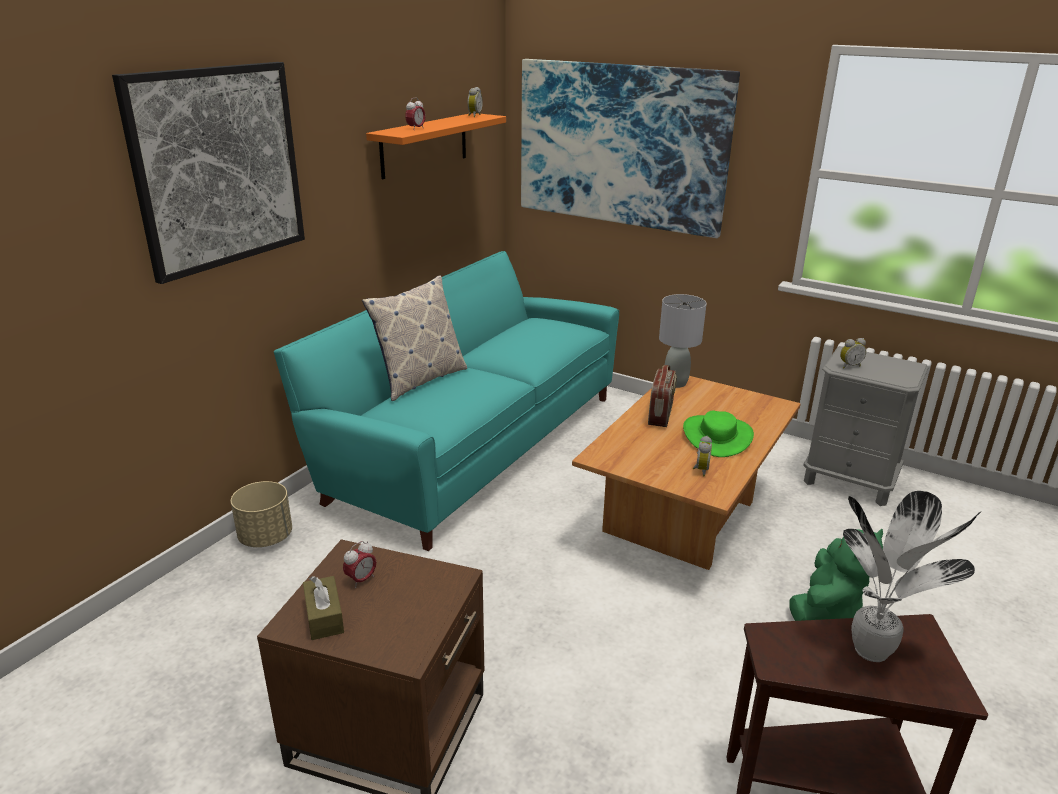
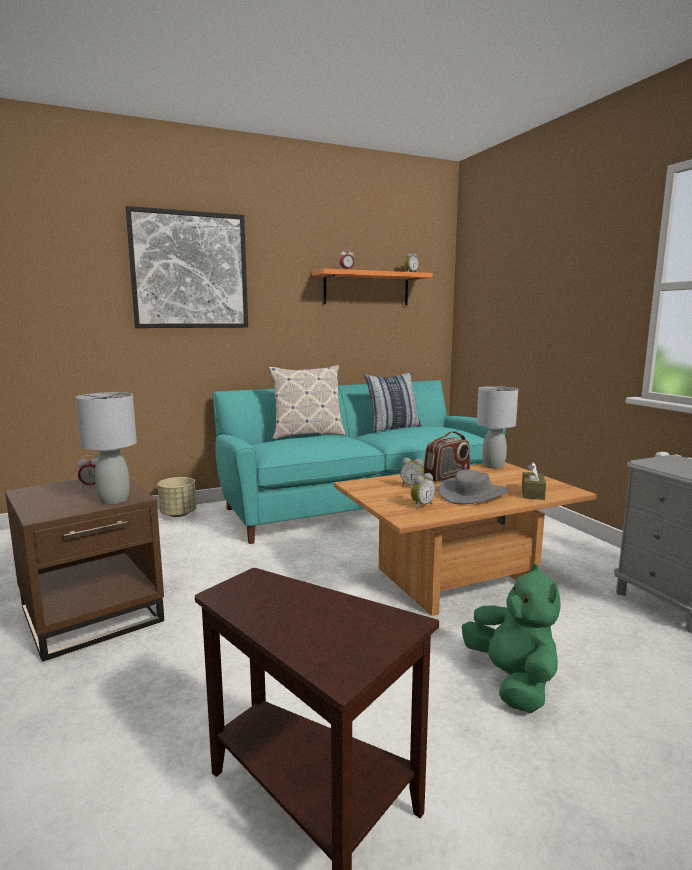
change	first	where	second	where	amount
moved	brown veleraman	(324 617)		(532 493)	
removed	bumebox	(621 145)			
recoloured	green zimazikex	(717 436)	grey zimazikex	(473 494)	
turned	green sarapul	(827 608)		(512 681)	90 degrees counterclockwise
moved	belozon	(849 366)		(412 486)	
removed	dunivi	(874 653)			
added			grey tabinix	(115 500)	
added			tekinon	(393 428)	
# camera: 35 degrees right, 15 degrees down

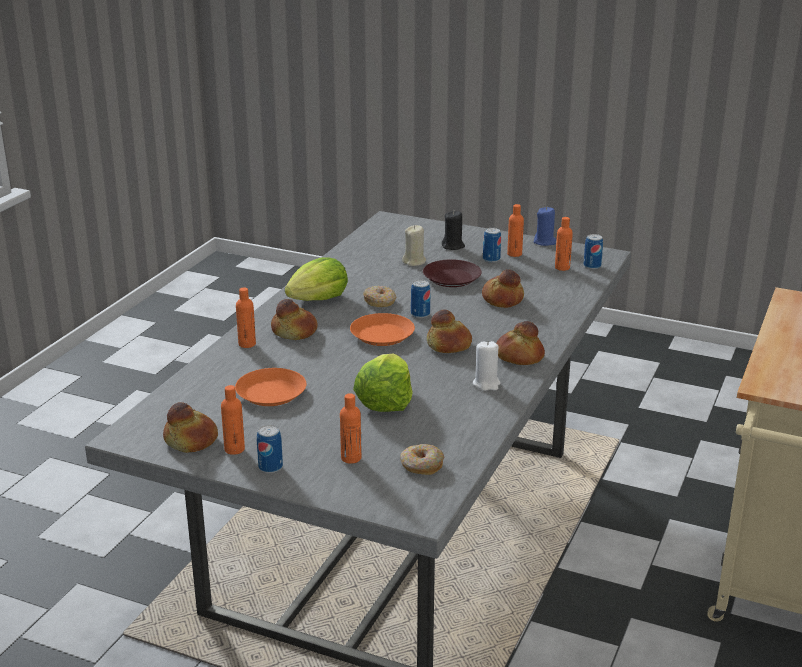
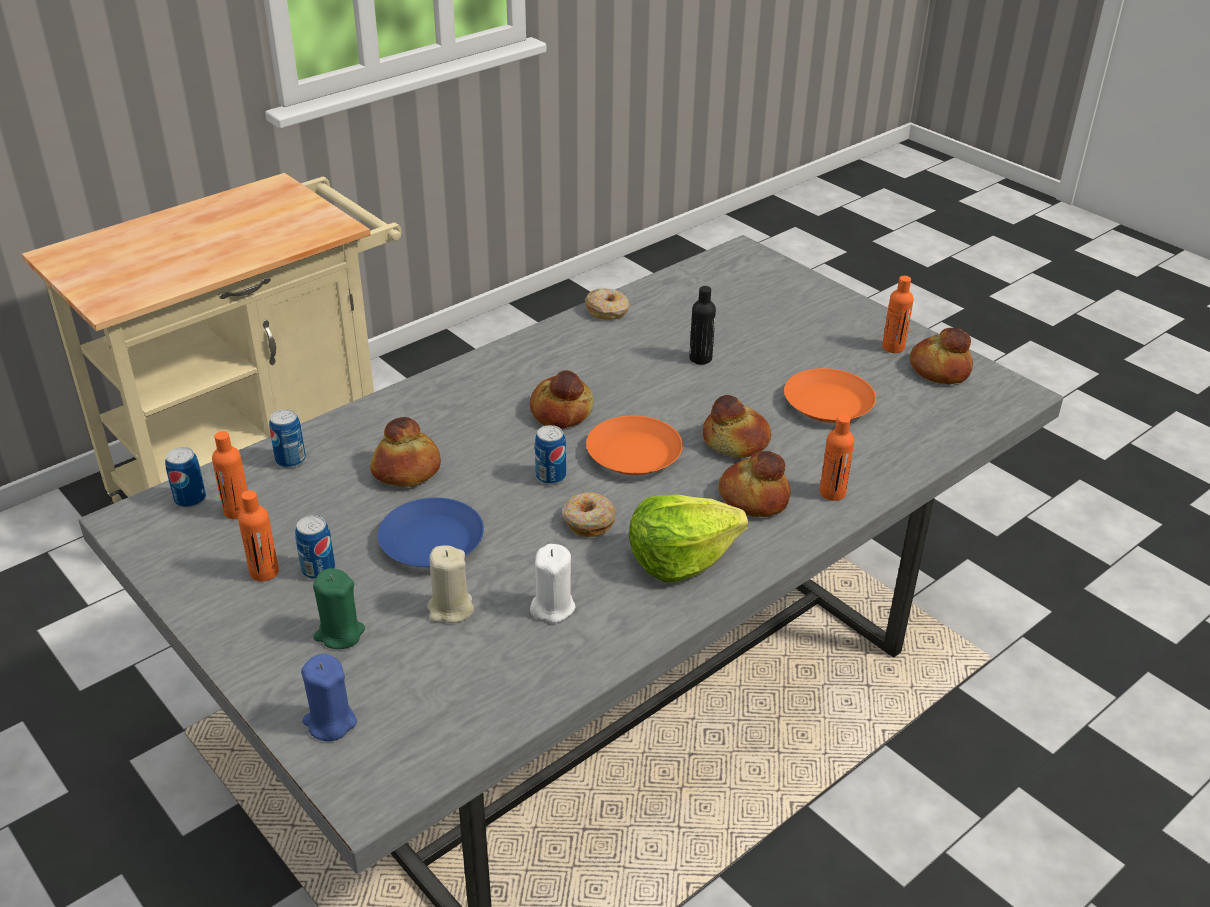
change	first	where	second	where	amount
moved	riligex	(270 467)		(290 460)	
removed	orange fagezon	(351 458)			
replaced	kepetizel	(384 401)	black fagezon	(700 358)	
moved	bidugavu	(421 466)		(607 311)	
recoloured	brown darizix	(451 278)	blue darizix	(433 541)	
recoloured	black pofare	(453 246)	green pofare	(339 633)	
moved	white pofare	(486 384)		(552 607)	
moved	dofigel	(519 356)		(735 442)	
moved	blue pofare	(544 242)		(330 722)	
# camera: 155 degrees left, 10 degrees up

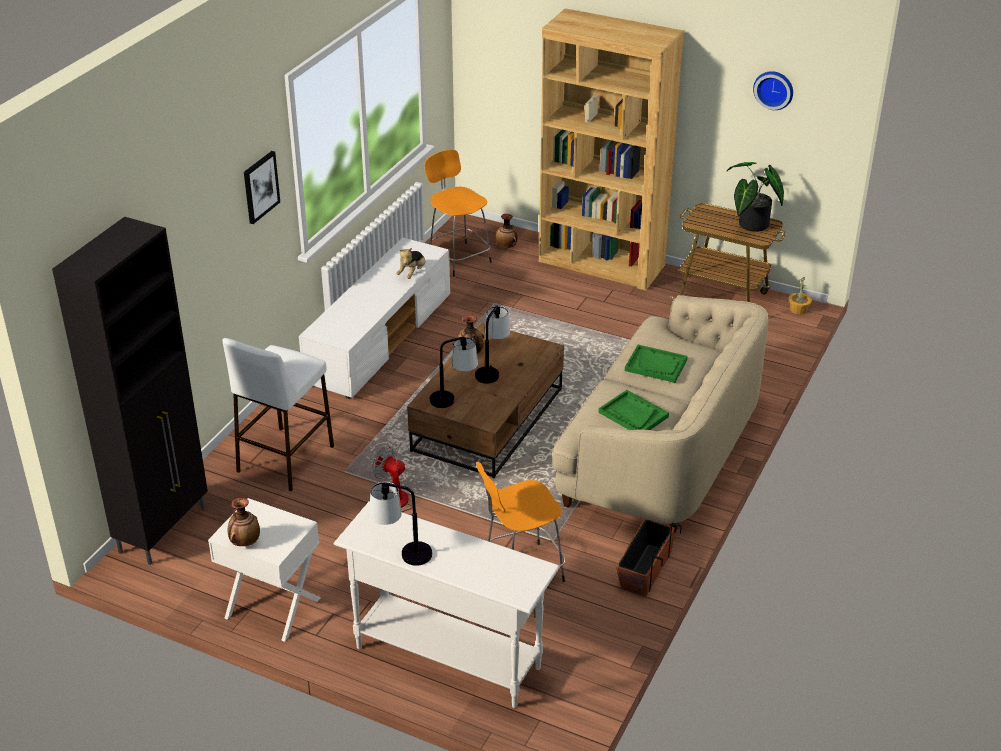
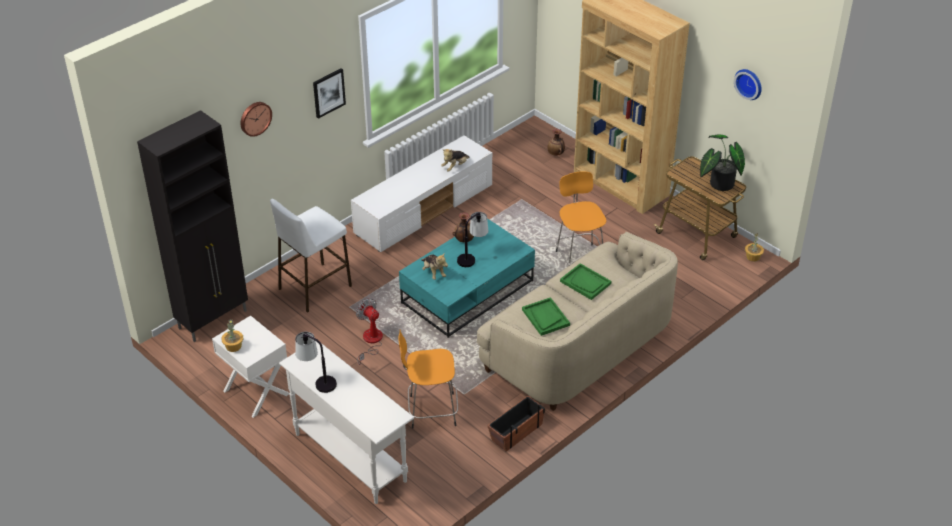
change	first	where	second	where	amount
replaced	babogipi	(245 542)	dunivi	(233 346)	
recoloured	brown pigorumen	(488 421)	turquoise pigorumen	(467 292)	
moved	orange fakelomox	(458 258)		(579 259)	
replaced	tabinix	(453 398)	sarapul	(433 272)	
added			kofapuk	(255 118)	
# camera: 20 degrees right, 5 degrees up

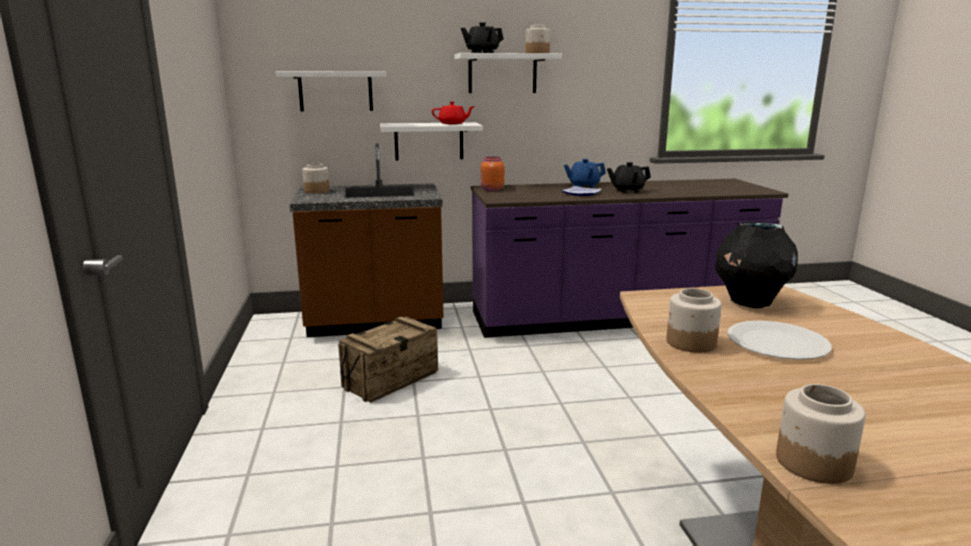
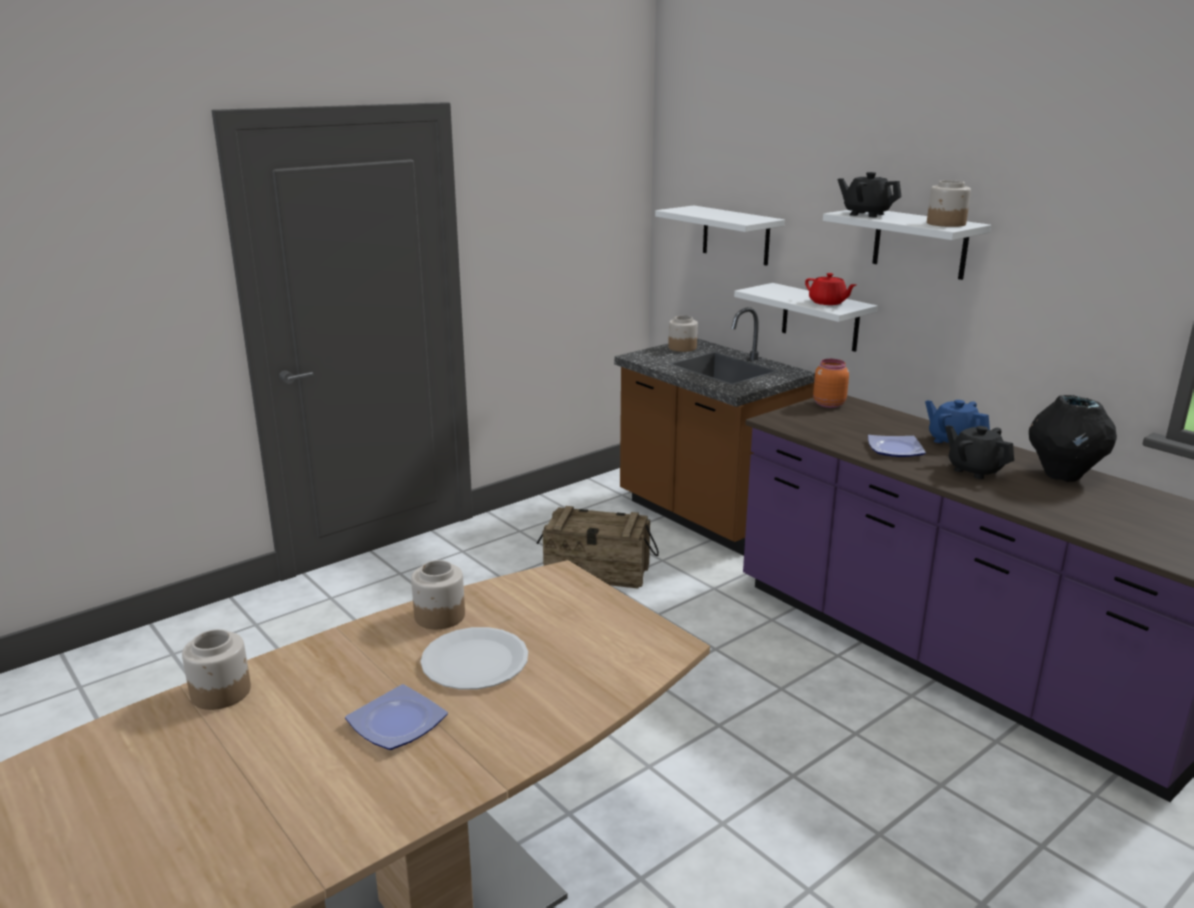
change	first	where	second	where	amount
moved	black babogipi	(749 302)		(1063 475)	
added			darizix	(399 723)	
# camera: 60 degrees right, 5 degrees up

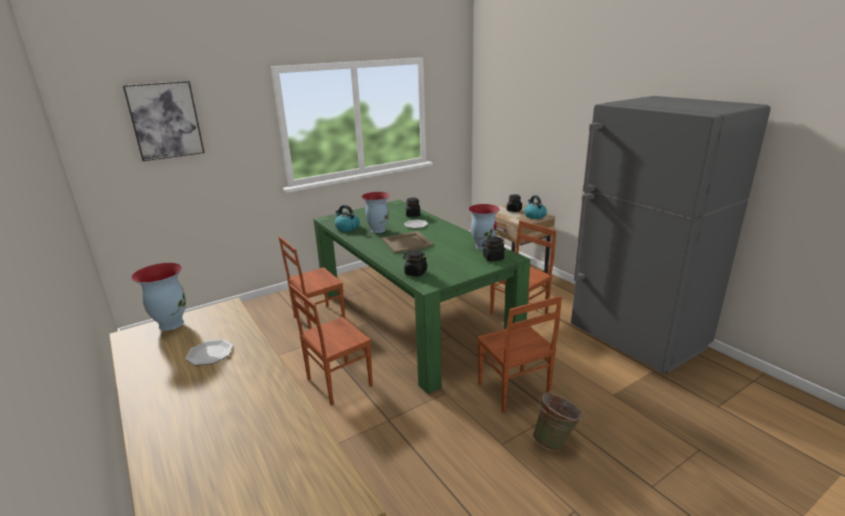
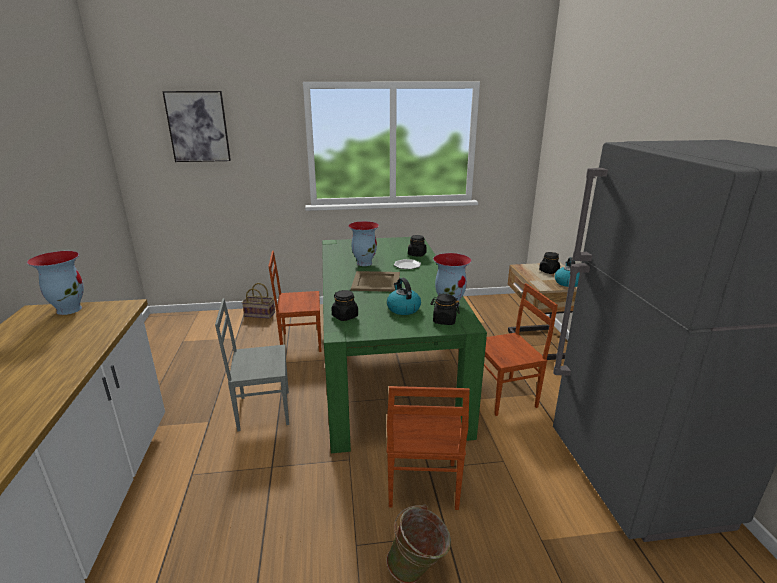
change	first	where	second	where	amount
removed	darizix	(210 353)			
recoloured	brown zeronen	(338 382)	grey zeronen	(263 410)	
moved	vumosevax	(347 227)		(403 308)	
added			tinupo	(260 314)	
# camera: 25 degrees right, 0 degrees up

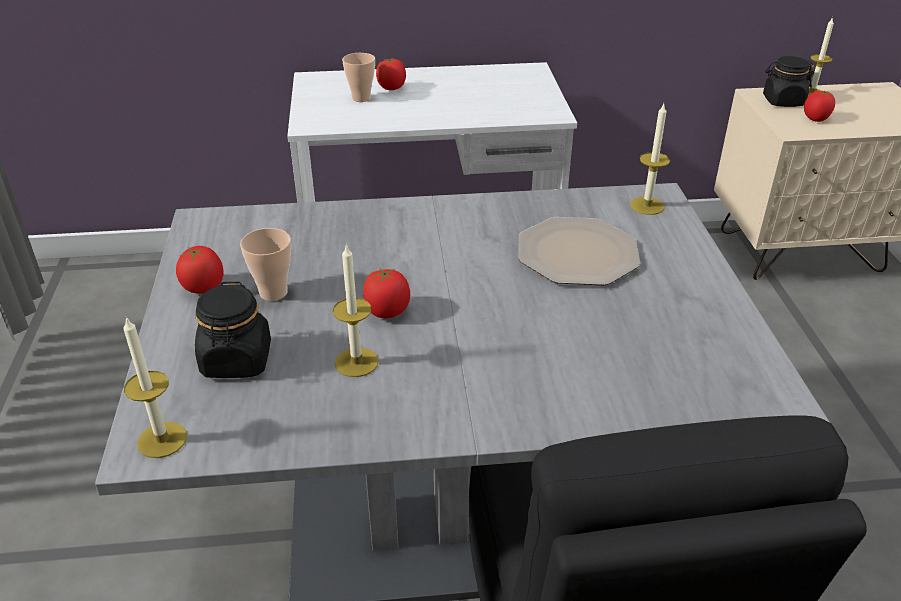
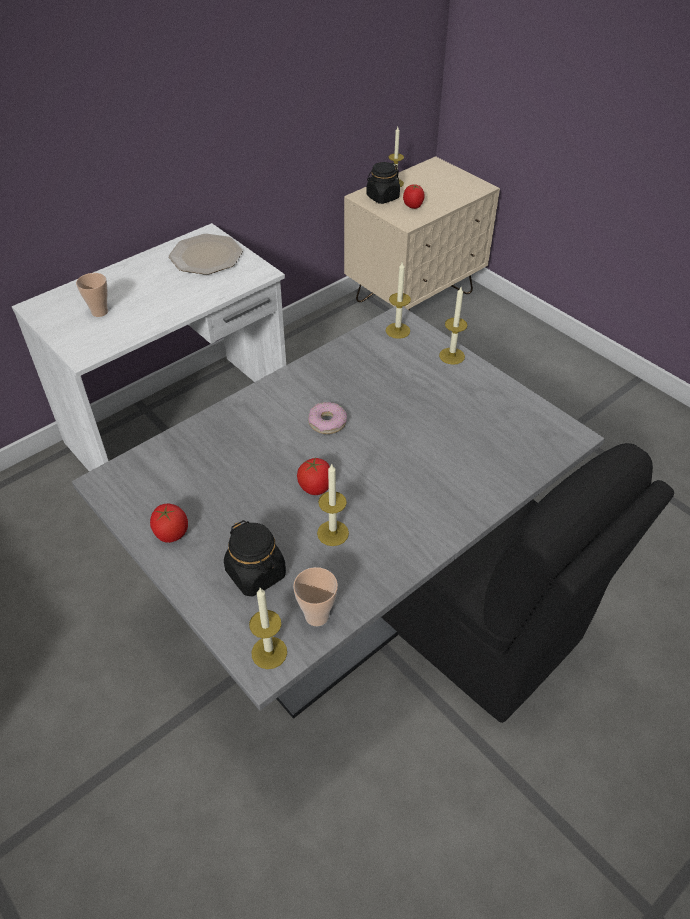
change	first	where	second	where	amount
moved	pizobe	(273 292)		(317 616)	
removed	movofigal	(392 88)			
moved	darizix	(576 253)		(205 256)	
added			bidugavu	(327 422)	
added			pofare	(452 356)	
# camera: 35 degrees left, 10 degrees up

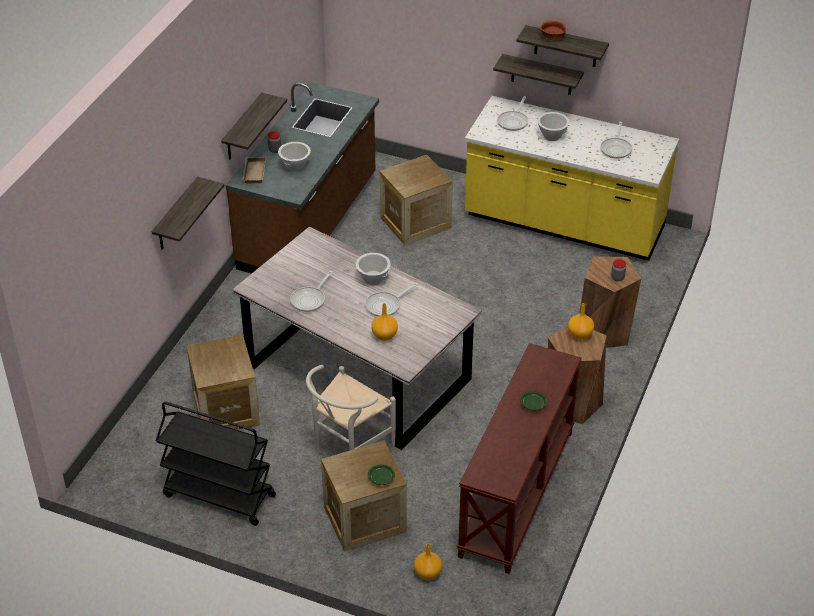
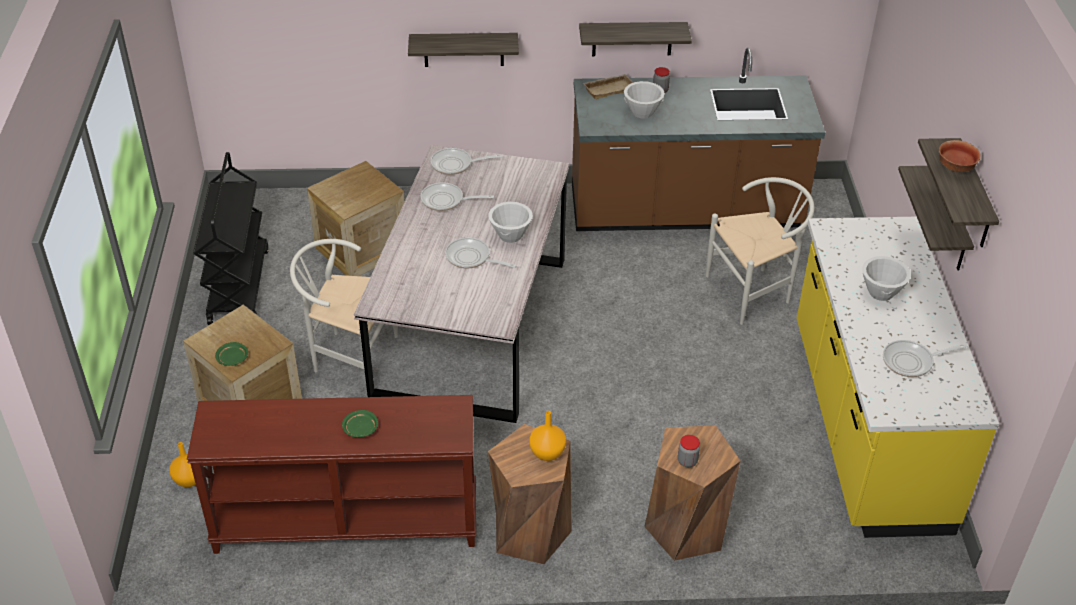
change	first	where	second	where	amount
removed	orange babogipi	(385 336)			
replaced	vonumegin	(415 222)	white zeronen	(755 291)	
moved	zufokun	(513 121)		(455 165)	
# camera: 65 degrees right, 0 degrees up

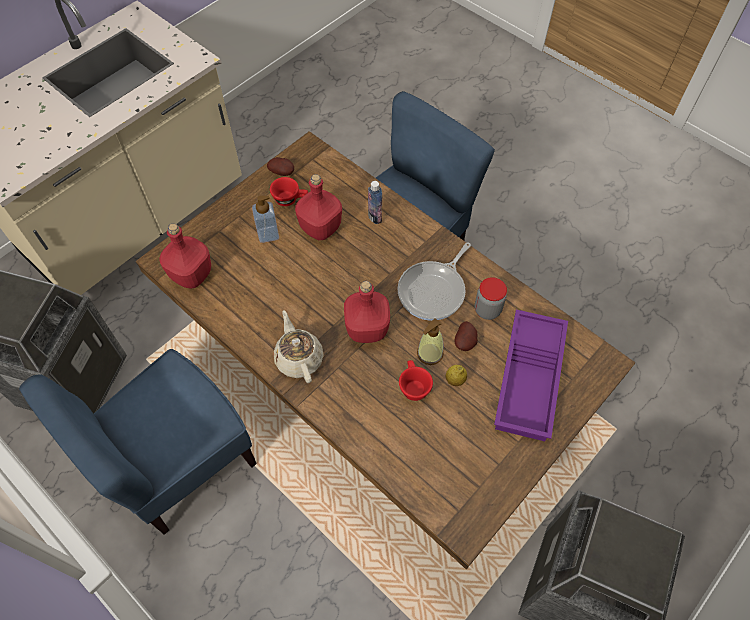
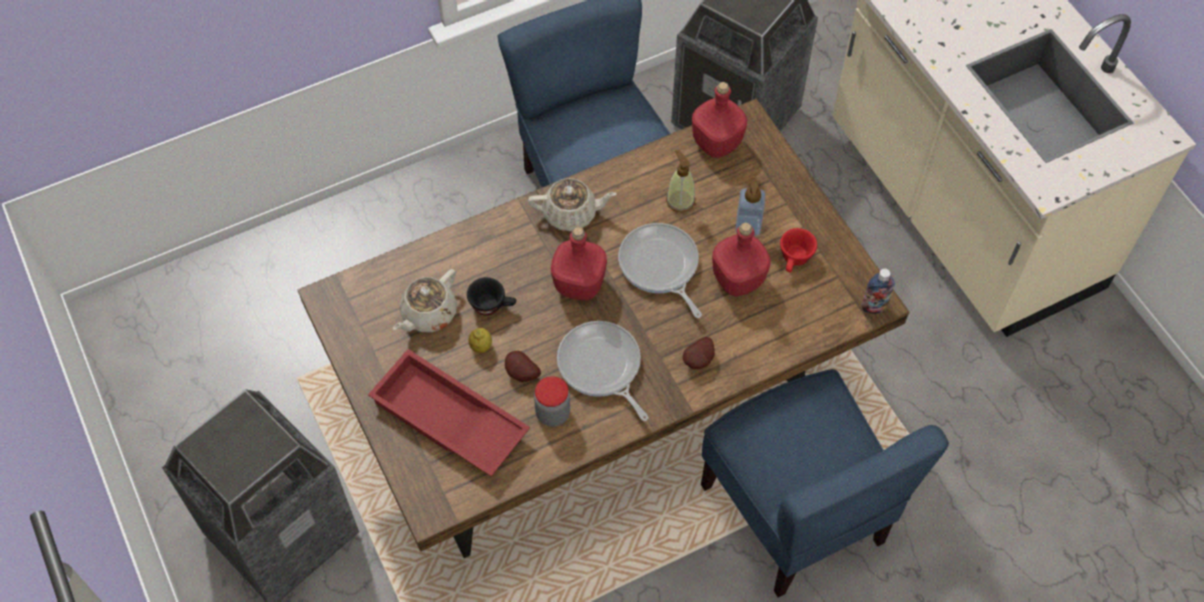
change	first	where	second	where	amount
moved	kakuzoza	(283 172)		(700 360)	
moved	fagezon	(375 217)		(874 307)	
recoloured	red pizobe	(413 386)	black pizobe	(492 305)	
moved	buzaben	(429 354)		(680 200)	
recoloured	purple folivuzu	(531 380)	red folivuzu	(447 421)	
added			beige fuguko	(428 314)	
added			zufokun	(660 267)	
# camera: 110 degrees right, 0 degrees up

